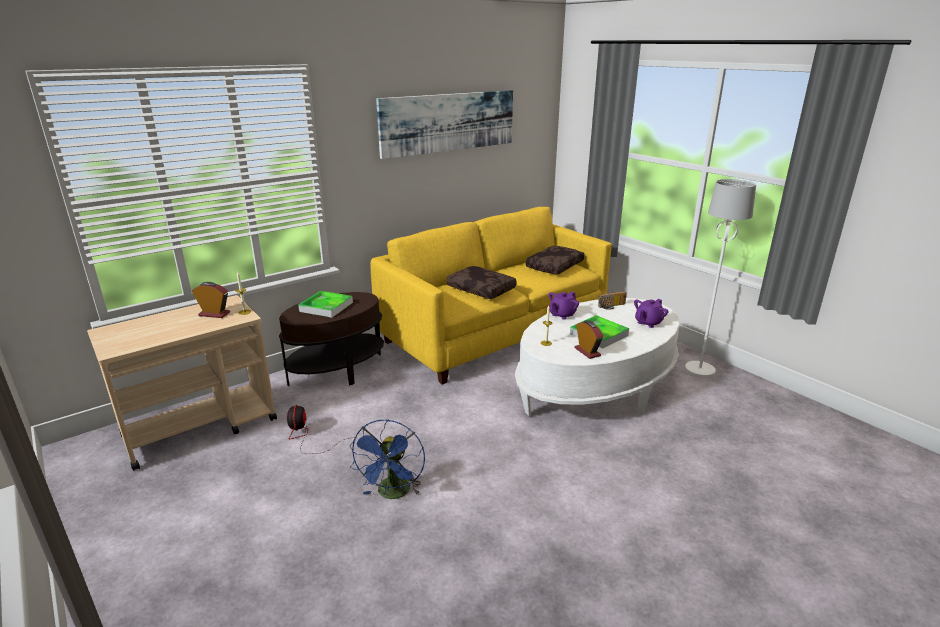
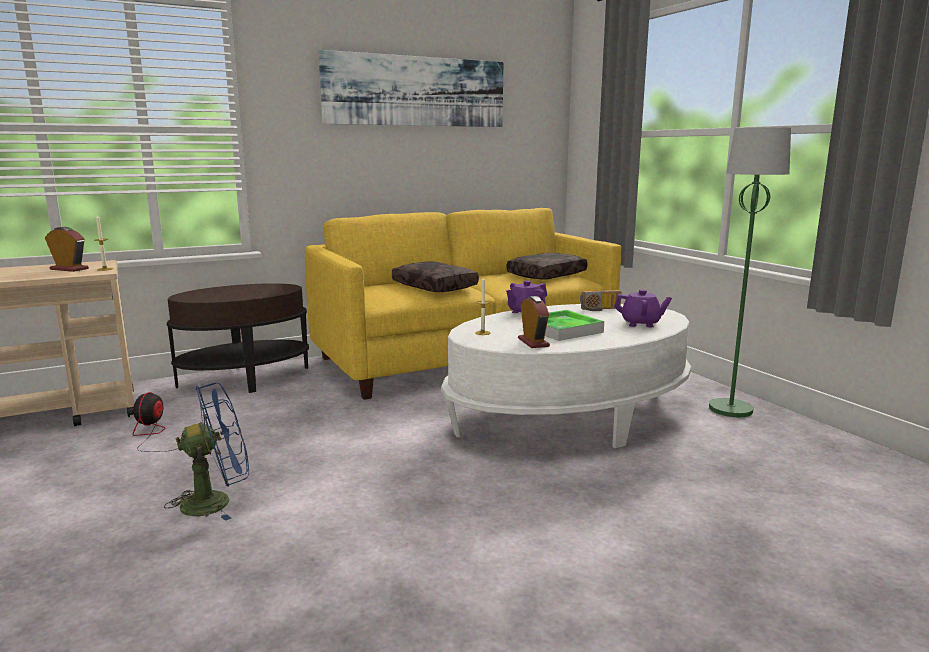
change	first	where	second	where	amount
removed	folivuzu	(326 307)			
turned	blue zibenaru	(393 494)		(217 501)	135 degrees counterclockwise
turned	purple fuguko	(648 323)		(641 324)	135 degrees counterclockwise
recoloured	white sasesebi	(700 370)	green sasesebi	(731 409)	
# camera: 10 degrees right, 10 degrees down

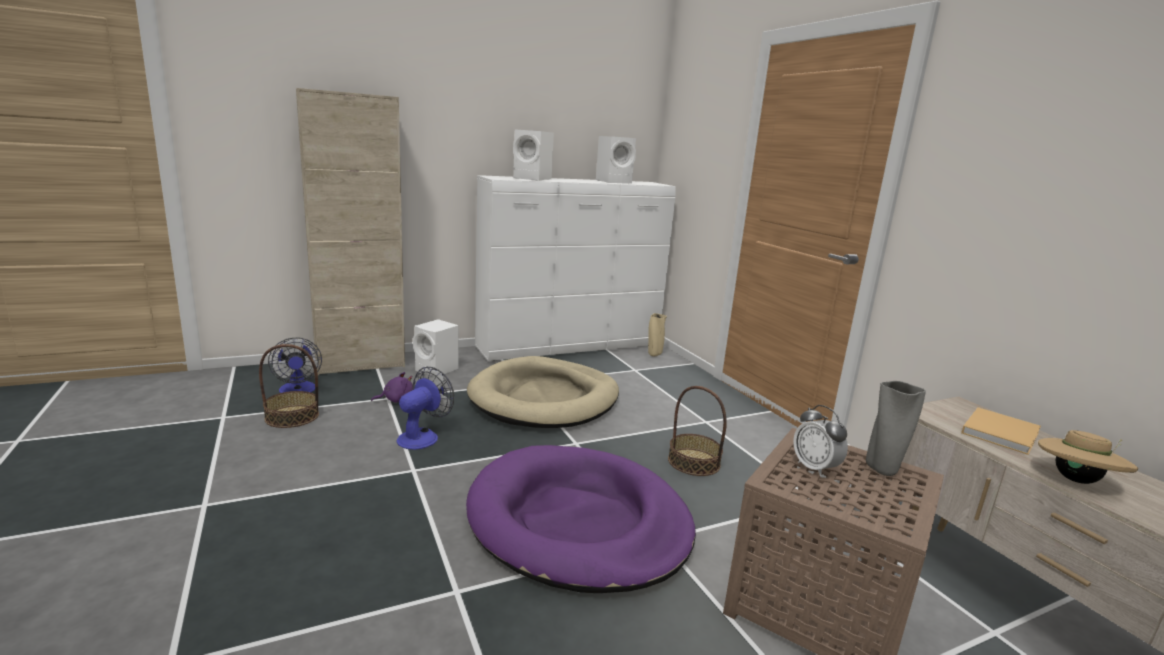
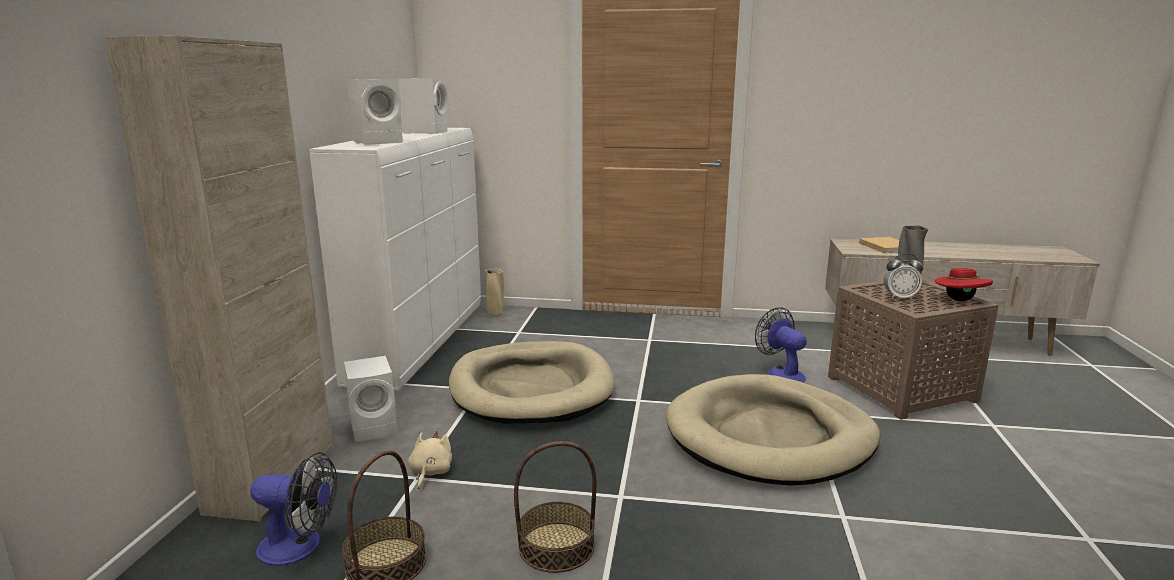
change	first	where	second	where	amount
recoloured	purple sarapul	(396 400)	beige sarapul	(430 472)	
moved	zibenaru	(423 436)		(781 373)	
recoloured	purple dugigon	(578 522)	beige dugigon	(769 436)	
moved	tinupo	(694 462)		(556 546)	
removed	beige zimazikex	(1076 480)			
added			red zimazikex	(959 300)	
# camera: 55 degrees left, 0 degrees up

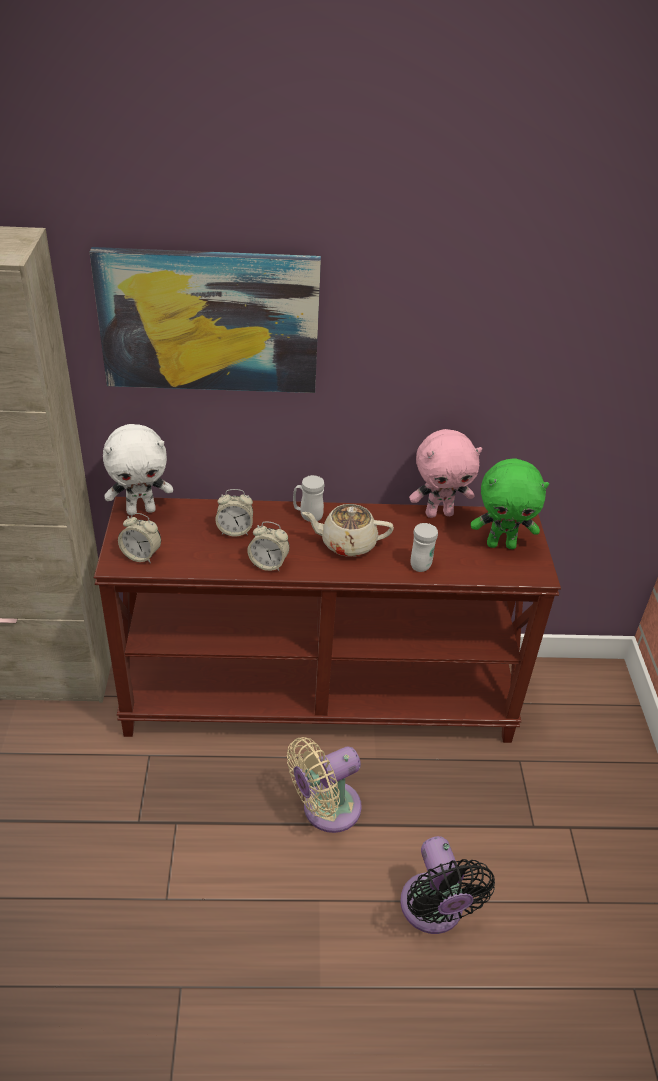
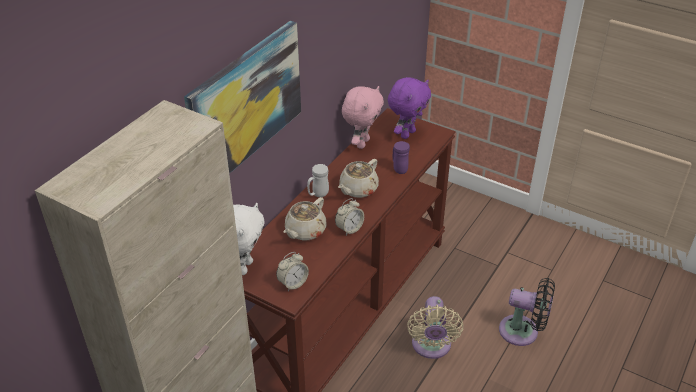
change	first	where	second	where	amount
replaced	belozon	(235 530)	beige fuguko	(305 231)	
recoloured	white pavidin	(422 563)	purple pavidin	(399 168)	
recoloured	green sarapul	(501 544)	purple sarapul	(407 134)	
# camera: 55 degrees left, 0 degrees up

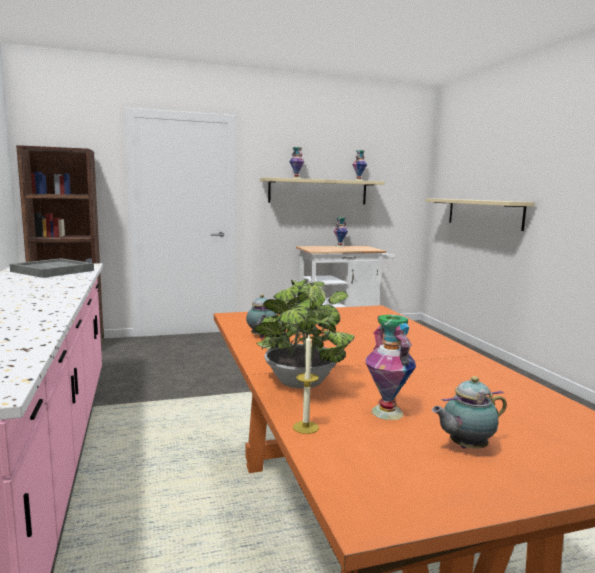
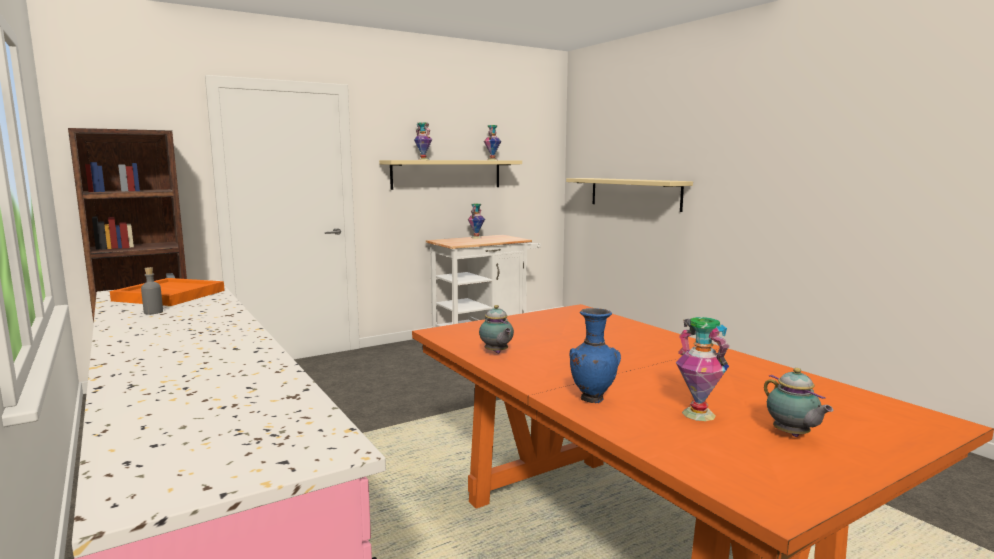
change	first	where	second	where	amount
recoloured	grey folivuzu	(52 271)	orange folivuzu	(168 296)	
replaced	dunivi	(300 385)	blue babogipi	(593 399)	
removed	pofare	(305 427)			
turned	fuguko	(465 447)		(792 435)	75 degrees counterclockwise
added			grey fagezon	(153 312)	
# camera: 15 degrees left, 0 degrees up

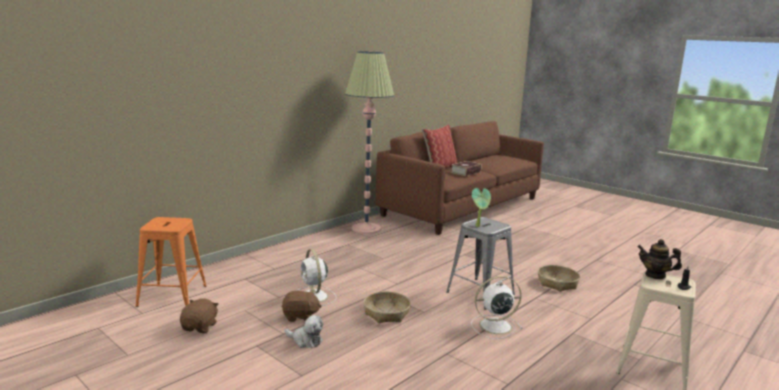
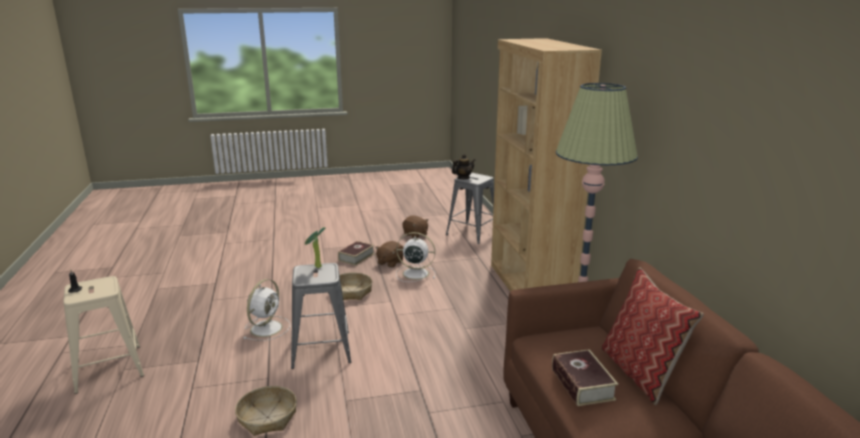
change	first	where	second	where	amount
recoloured	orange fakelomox	(172 296)	grey fakelomox	(472 233)	
replaced	sarapul	(305 341)	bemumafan	(356 257)	
moved	fuguko	(655 275)		(463 178)	
added			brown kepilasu	(529 287)	
# camera: 125 degrees right, 5 degrees up

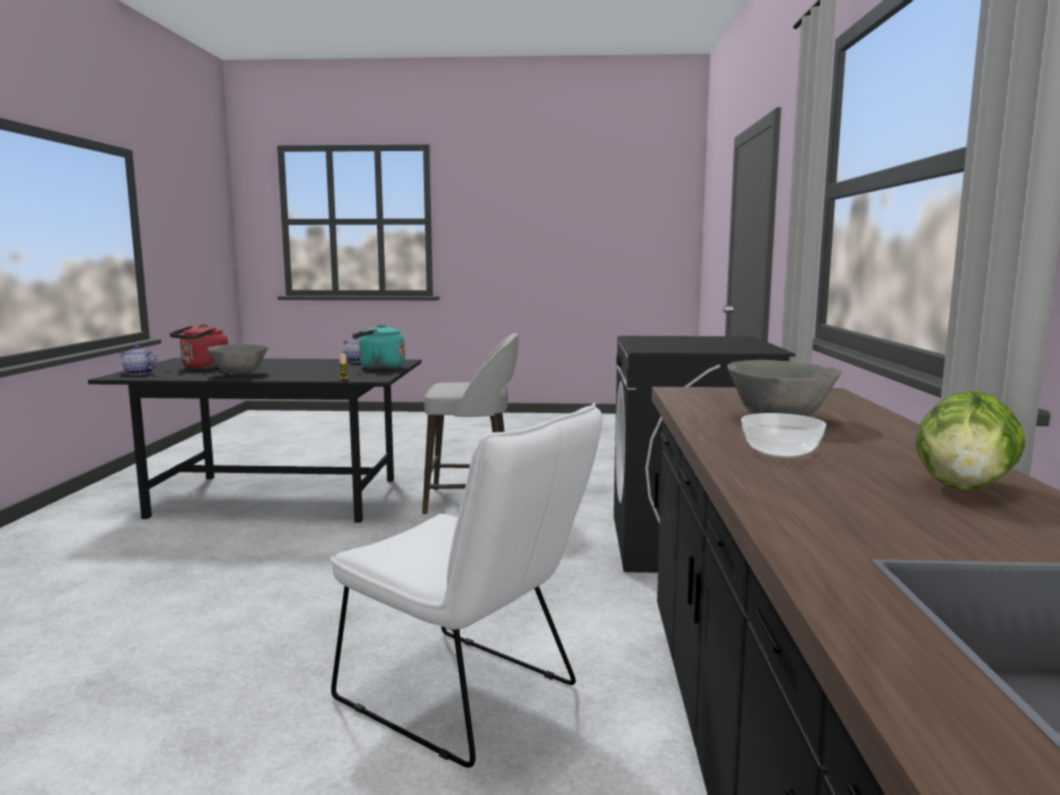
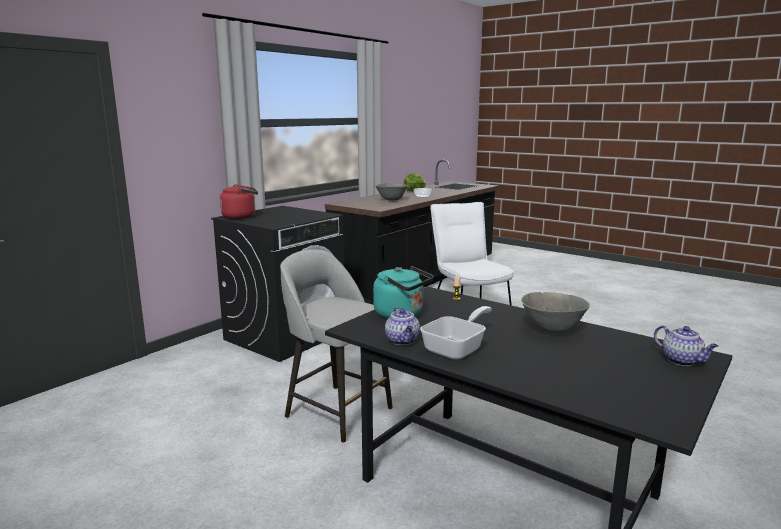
change	first	where	second	where	amount
moved	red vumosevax	(203 367)		(241 216)	
added			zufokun	(457 349)	
# camera: 145 degrees left, 5 degrees up

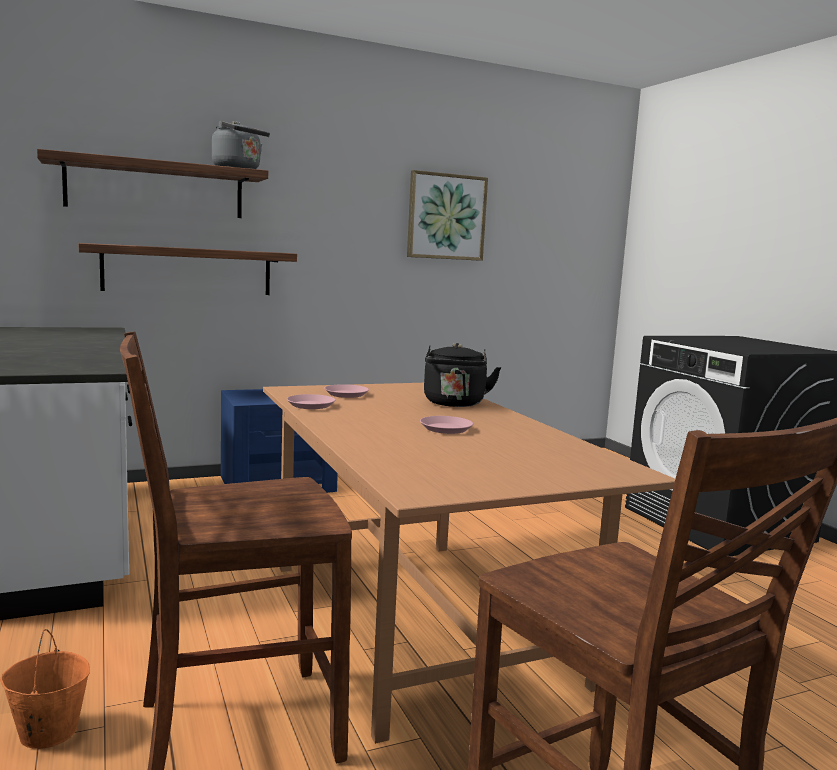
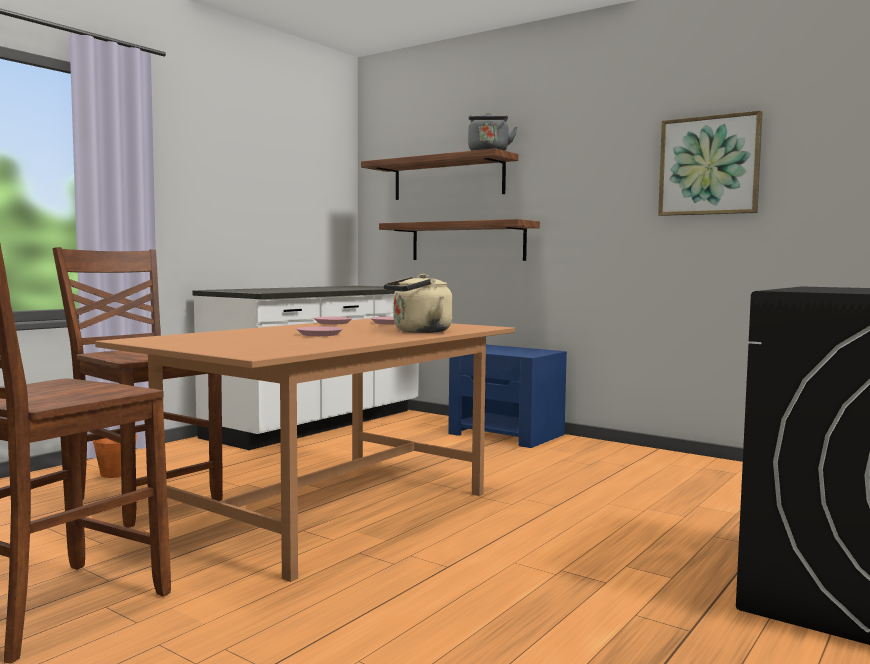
change	first	where	second	where	amount
recoloured	black vumosevax	(454 404)	beige vumosevax	(418 331)	
# camera: 60 degrees right, 5 degrees down

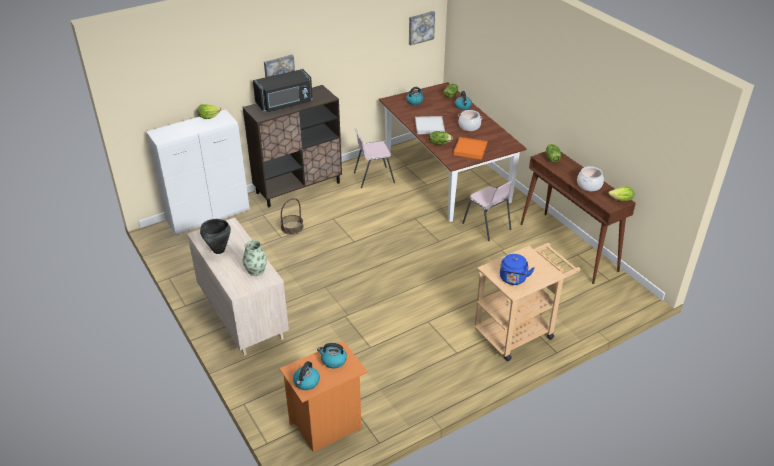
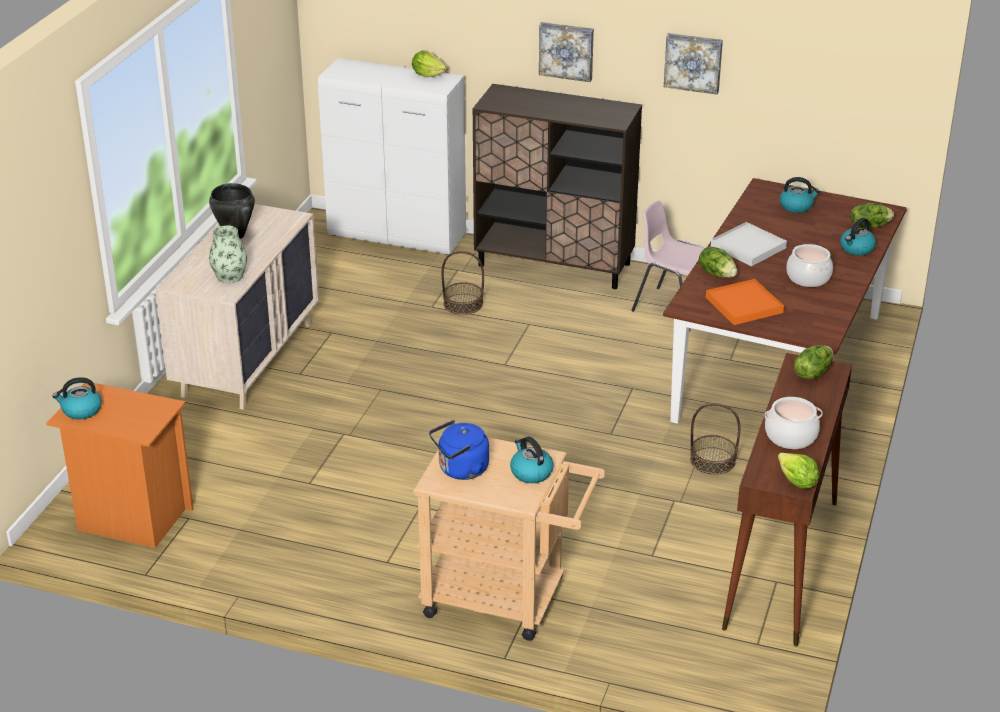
change	first	where	second	where	amount
removed	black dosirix	(285 104)			
moved	vumosevax	(333 360)		(530 472)	
moved	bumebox	(420 27)		(693 62)	
replaced	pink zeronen	(487 226)	tinupo	(712 461)	
# camera: 50 degrees right, 5 degrees down

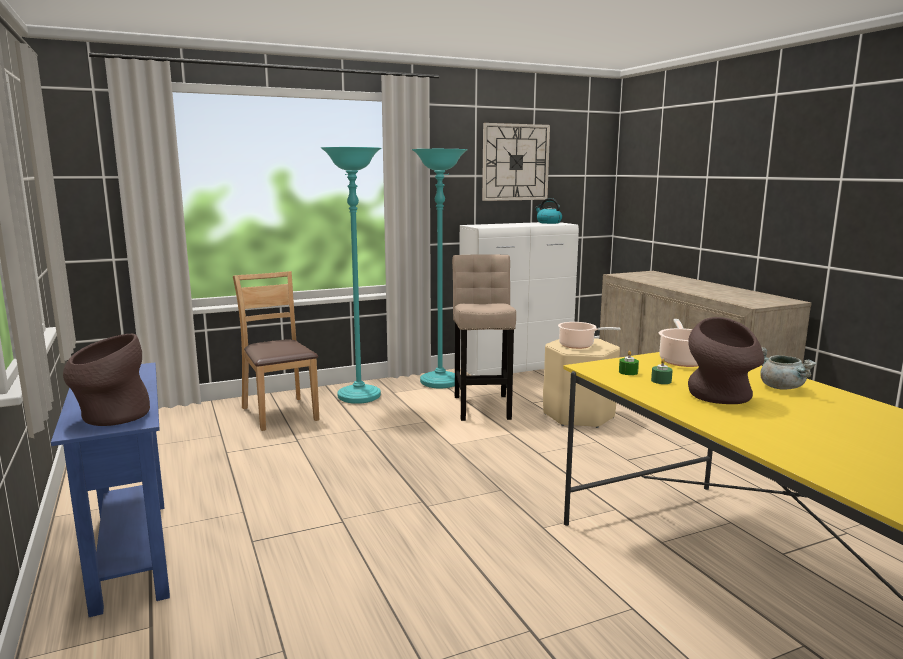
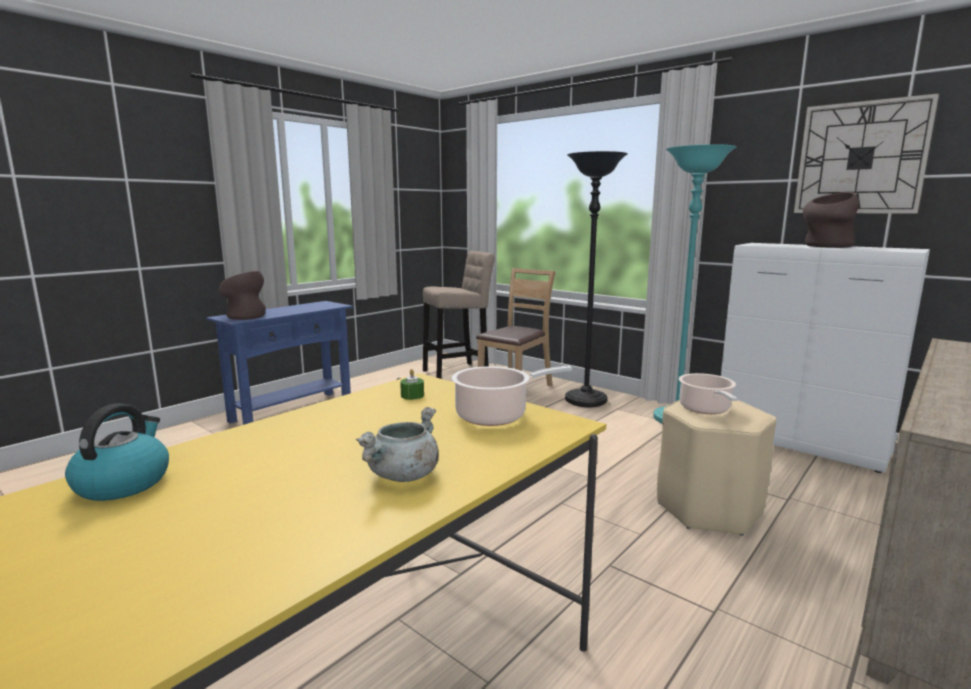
change	first	where	second	where	amount
recoloured	turquoise sasesebi	(359 397)	black sasesebi	(585 401)	
moved	beige fakelomox	(482 406)		(459 371)	
moved	vumosevax	(548 222)		(123 483)	
removed	green pofare	(661 381)			
moved	brown babogipi	(721 397)		(825 246)	
# camera: 65 degrees right, 0 degrees up

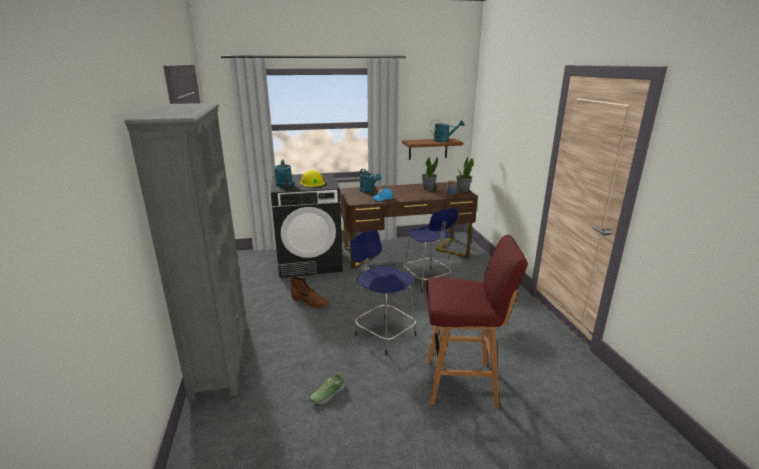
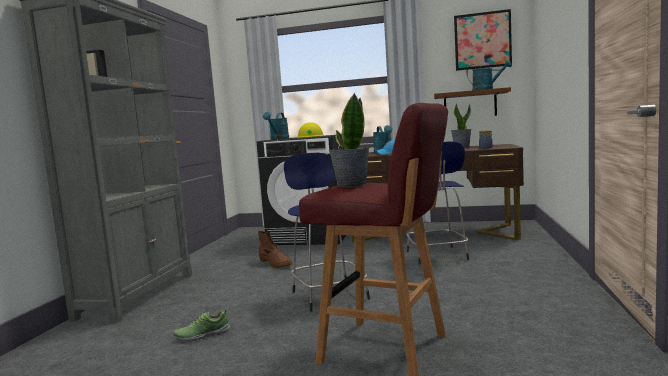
change	first	where	second	where	amount
moved	dunivi	(463 190)		(351 185)	
added			bumebox	(482 40)	
# camera: 25 degrees right, 15 degrees down

